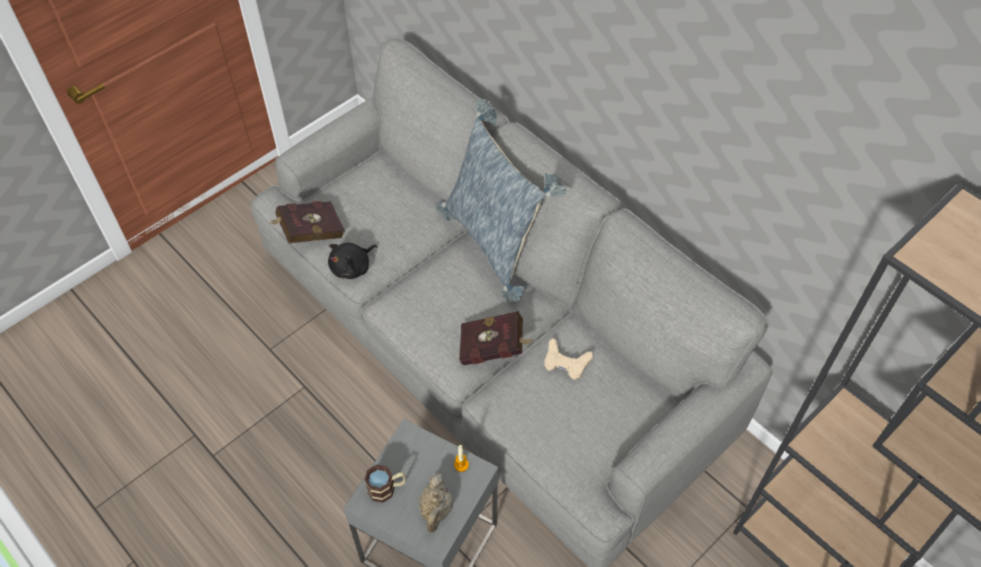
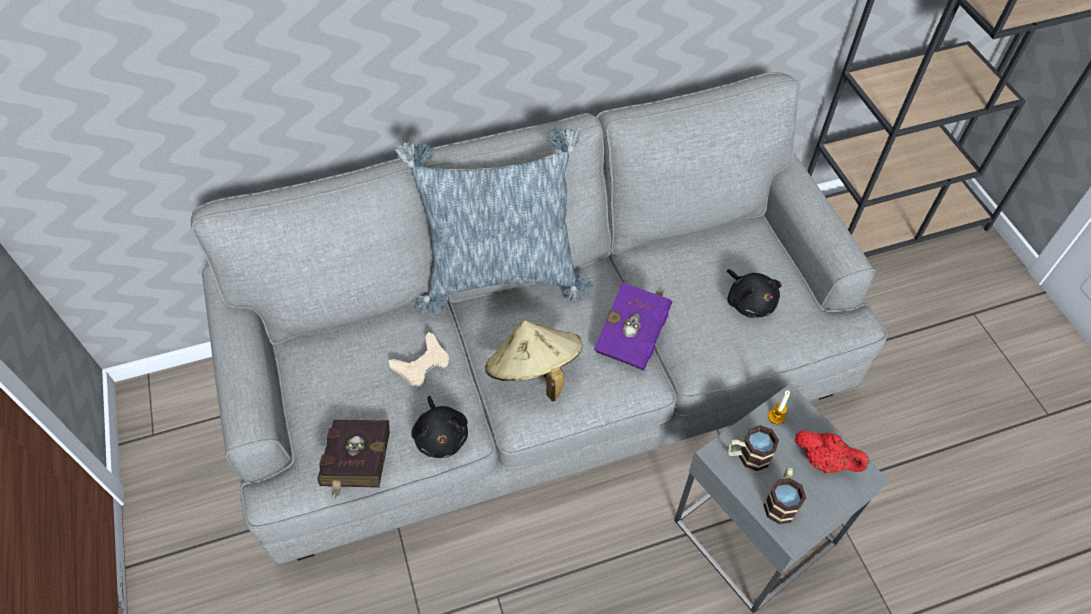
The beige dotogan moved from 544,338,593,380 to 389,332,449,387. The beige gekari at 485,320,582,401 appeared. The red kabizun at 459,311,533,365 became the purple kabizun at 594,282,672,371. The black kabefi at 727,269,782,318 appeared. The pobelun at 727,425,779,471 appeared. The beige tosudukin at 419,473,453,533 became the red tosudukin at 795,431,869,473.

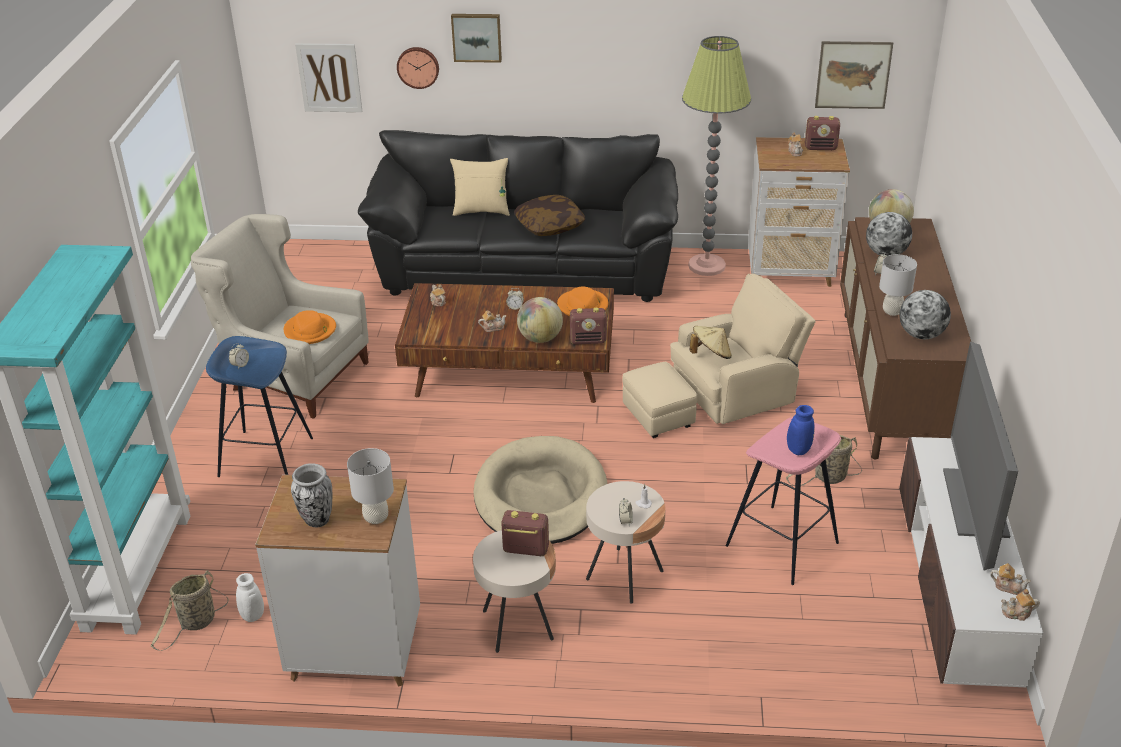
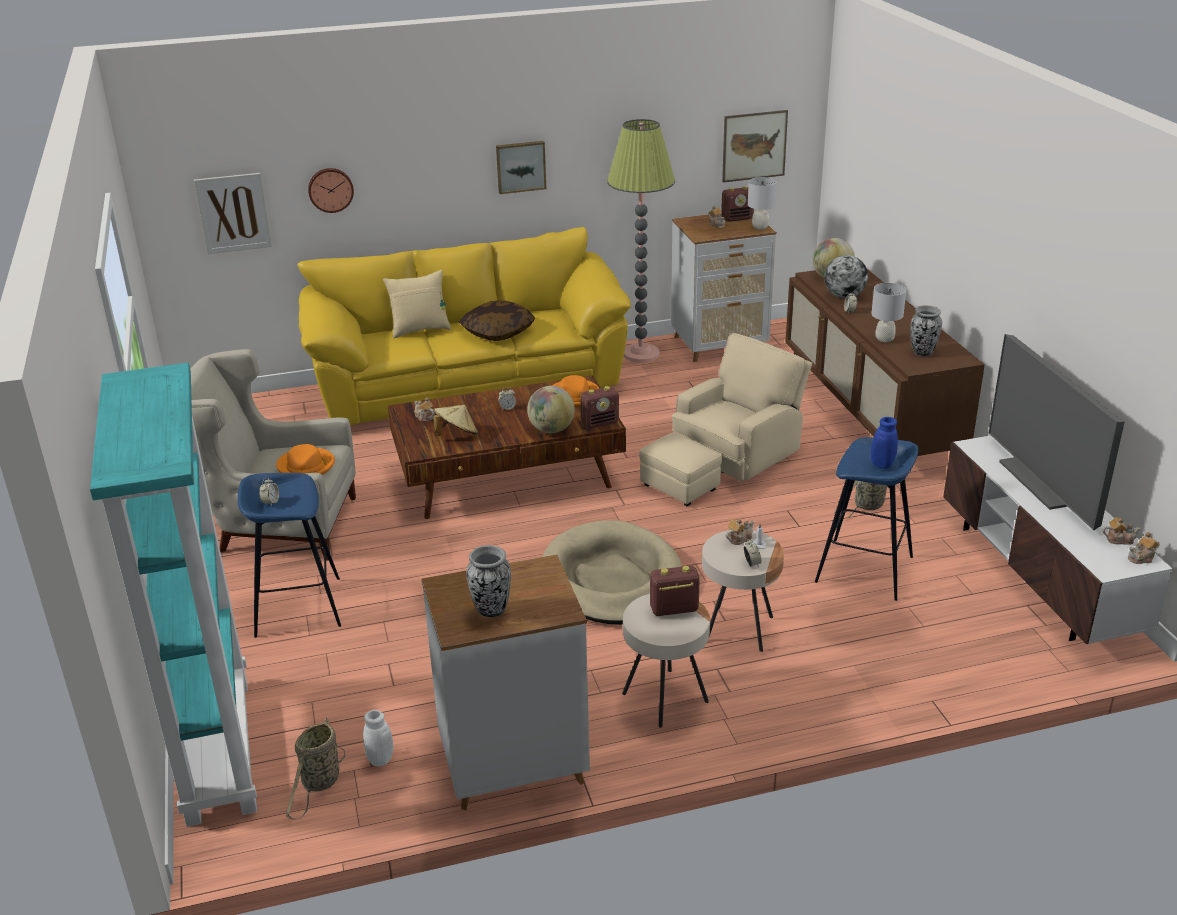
The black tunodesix at 358,130,678,302 became the yellow tunodesix at 297,227,631,425. The beige gekari moved from 690,326,732,359 to 433,405,478,436. The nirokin moved from 451,14,502,63 to 496,141,546,194. The tosudukin moved from 478,311,506,332 to 726,519,754,545. The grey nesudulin moved from 347,448,394,524 to 748,177,776,230. The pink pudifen at 726,417,841,585 became the blue pudifen at 815,437,919,601. The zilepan at 899,290,951,339 was replaced by the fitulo at 911,305,942,356.

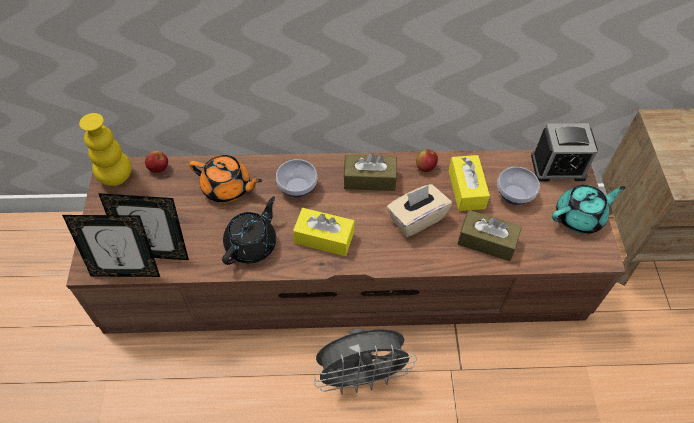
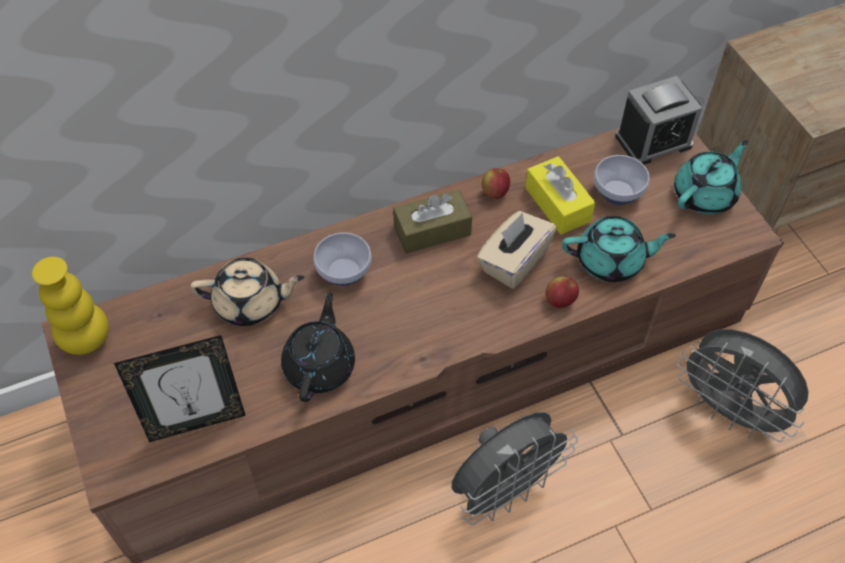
The orange tosudukin at 189,155,262,203 became the beige tosudukin at 190,258,304,326. The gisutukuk moved from 145,151,168,173 to 545,276,579,308. The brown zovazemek at 458,210,522,261 was replaced by the turquoise tosudukin at 562,216,676,282. The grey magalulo at 677,329,809,442 appeared. The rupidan at 62,215,160,277 disappeared. The yellow zovazemek at 293,208,354,256 disappeared.

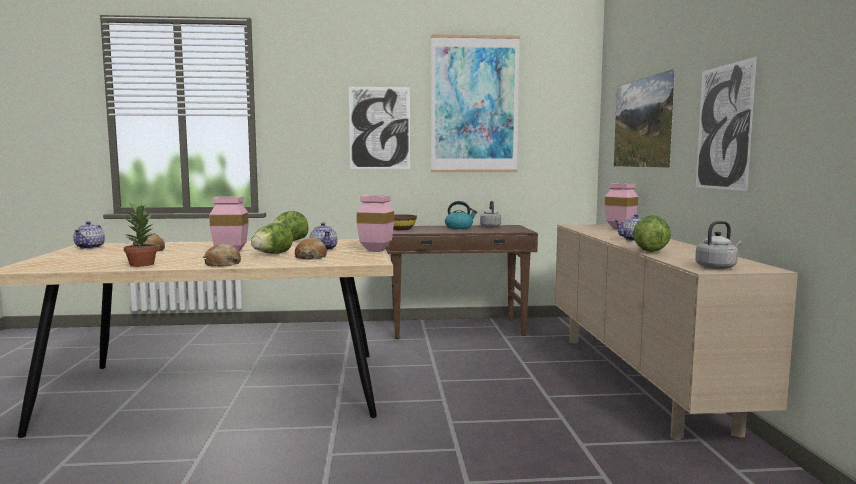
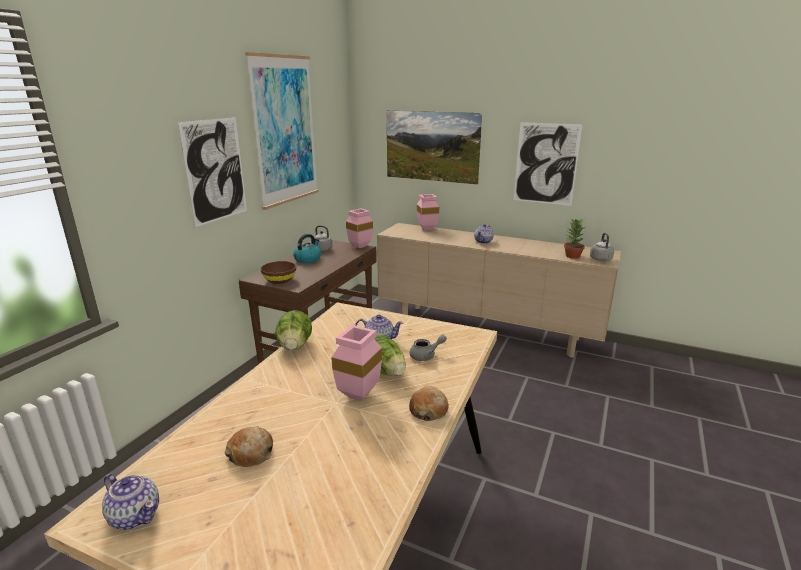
The pink fitulo moved from 356,195,394,252 to 346,208,373,248. The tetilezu at 295,238,327,260 was replaced by the grey tosudukin at 409,335,447,361. The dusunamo moved from 124,203,158,267 to 564,219,586,259. The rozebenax at 633,215,671,252 disappeared.

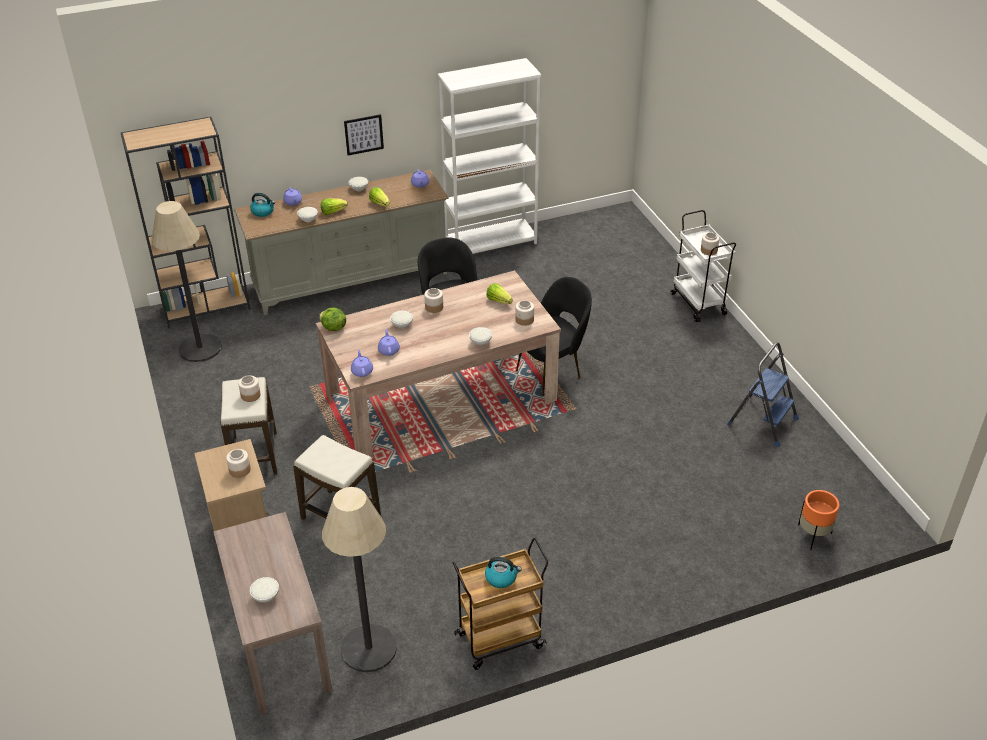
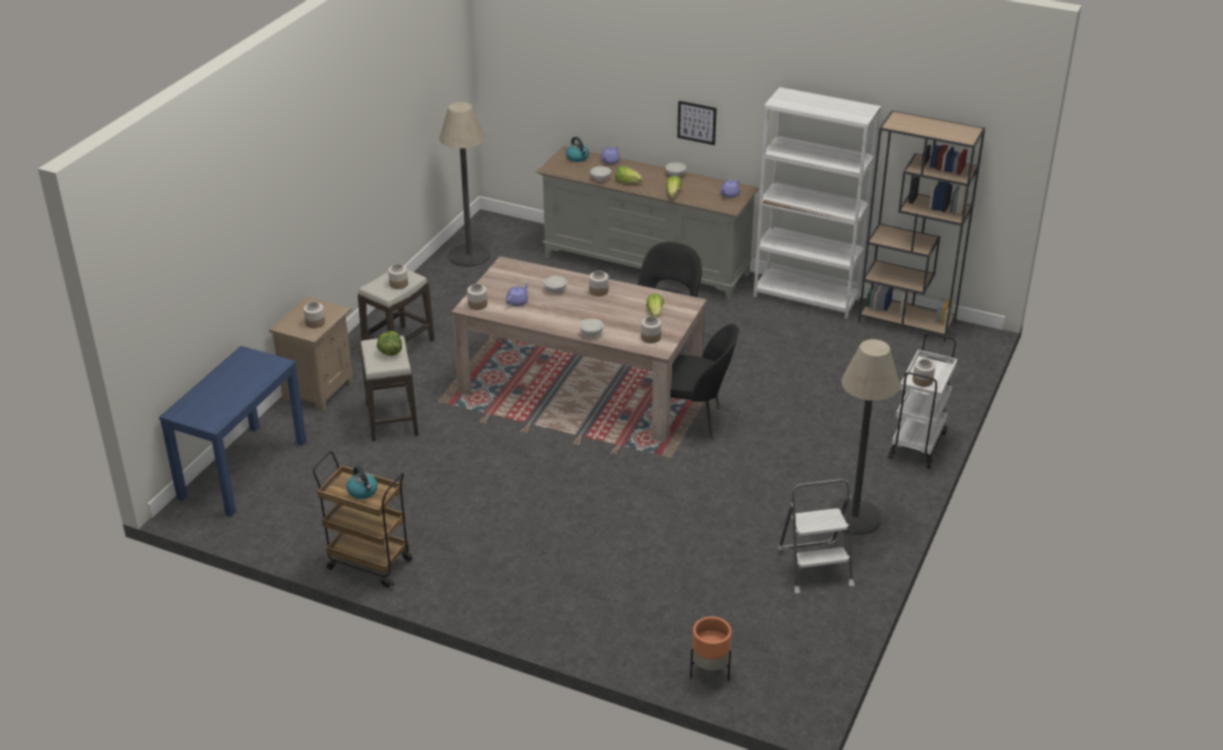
The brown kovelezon at 213,512,333,715 became the blue kovelezon at 159,346,307,517. The rozebenax moved from 319,308,346,331 to 377,331,402,356. The purple tosudukin at 351,349,373,377 was replaced by the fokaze at 467,284,487,310. The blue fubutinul at 727,342,799,447 became the white fubutinul at 778,479,855,593. The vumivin moved from 322,487,397,672 to 830,339,900,535. The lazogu moved from 121,117,250,328 to 858,110,985,342. The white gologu at 250,577,279,603 disappeared.

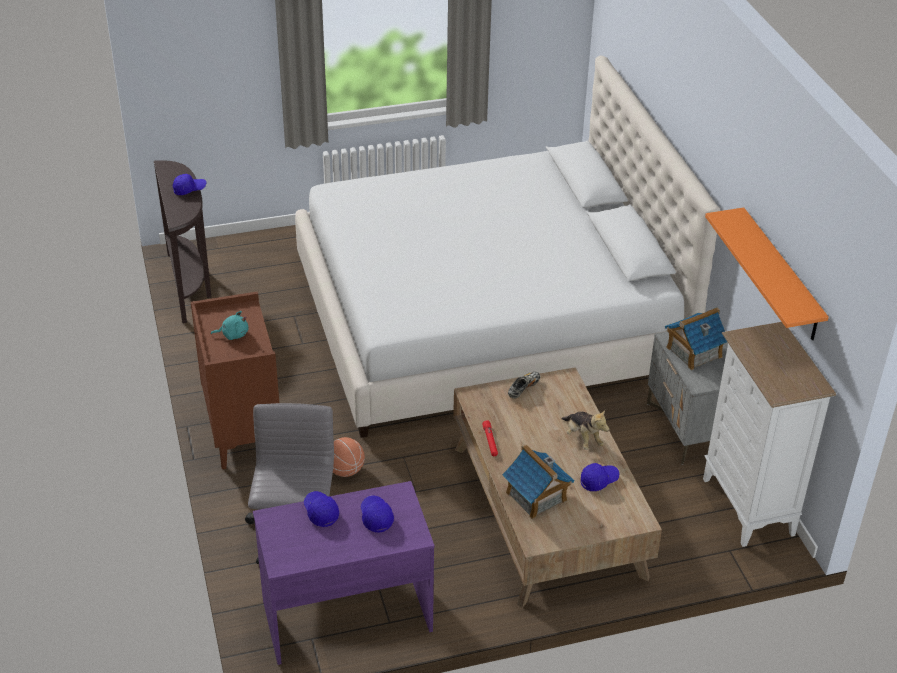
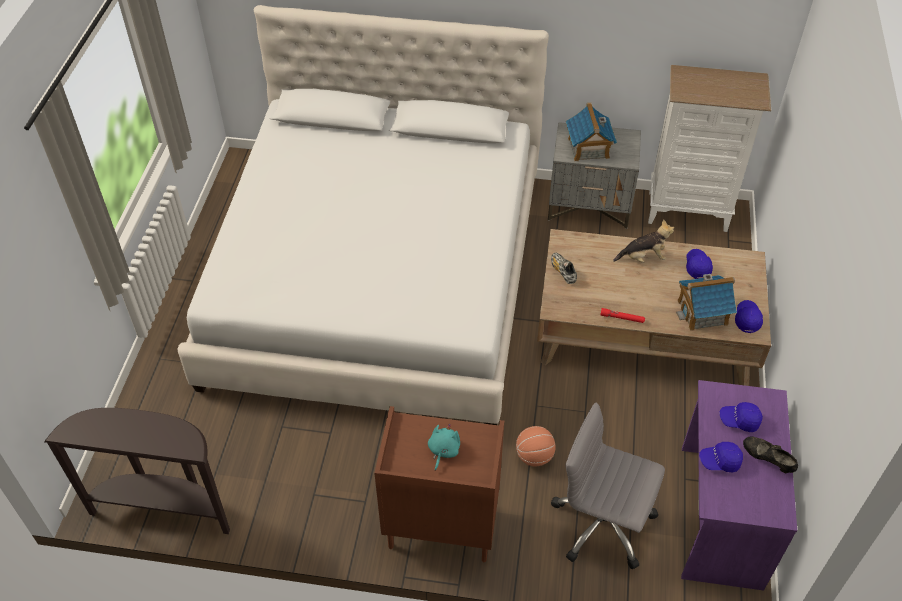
The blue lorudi moved from 173,174,206,195 to 735,300,763,333. The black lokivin at 743,436,798,473 appeared. The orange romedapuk at 705,207,829,340 disappeared.

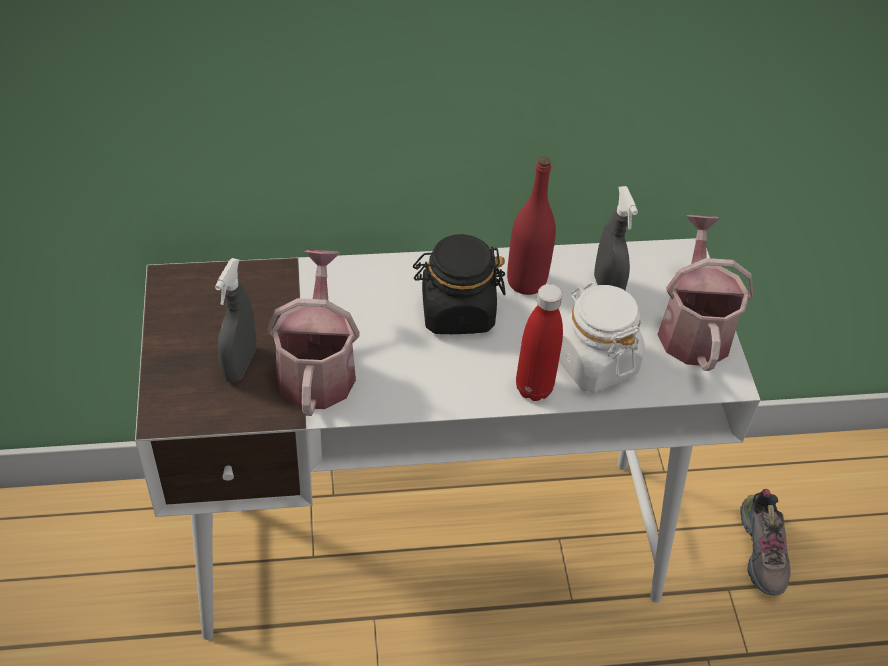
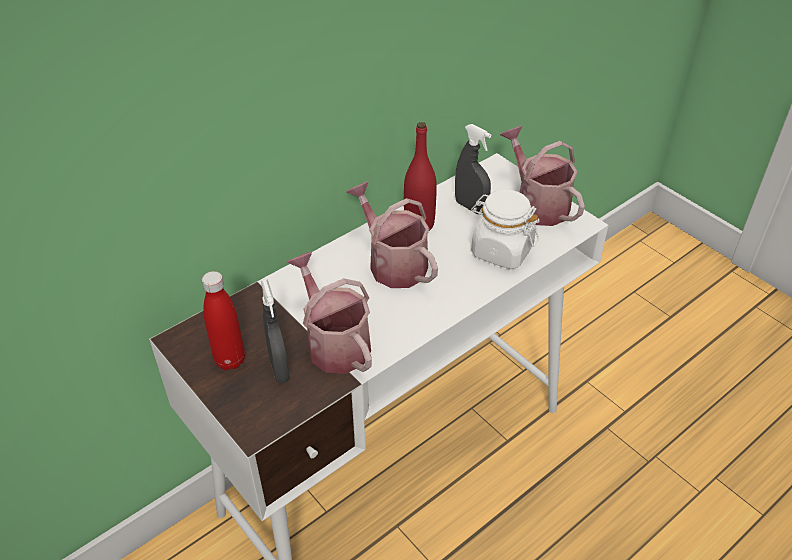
The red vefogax moved from 516,284,563,401 to 202,271,245,370. The black fokaze at 413,234,506,334 was replaced by the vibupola at 346,181,438,288. The lokivin at 740,489,791,595 disappeared.

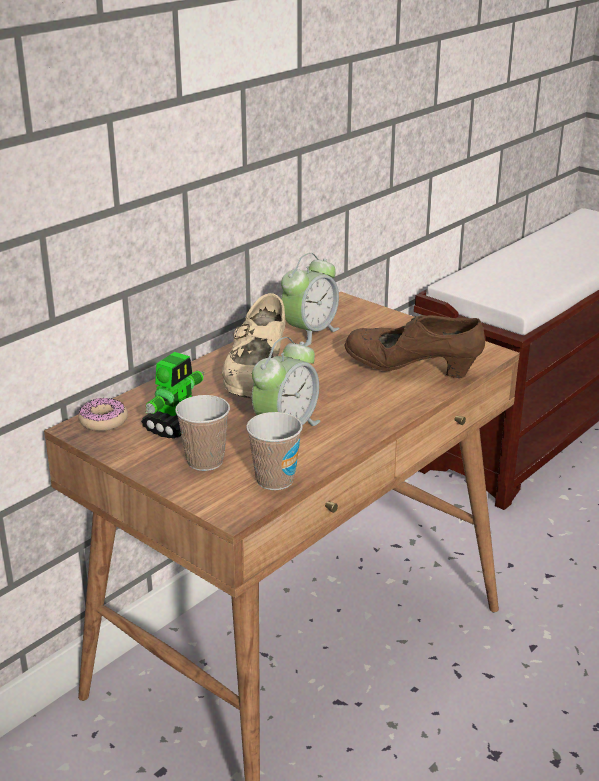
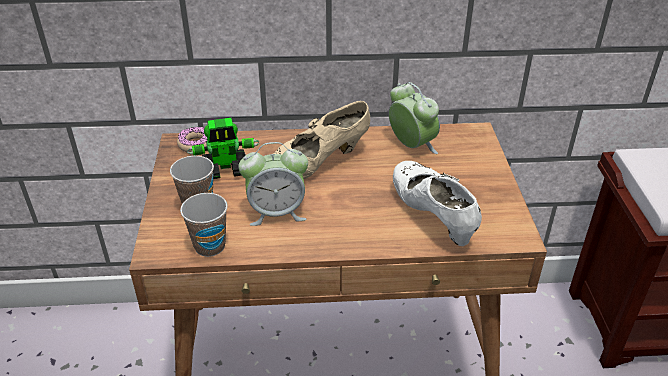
The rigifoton at 281,253,340,346 turned 120 degrees counterclockwise. The brown lokivin at 344,315,485,378 became the white lokivin at 393,161,482,246.

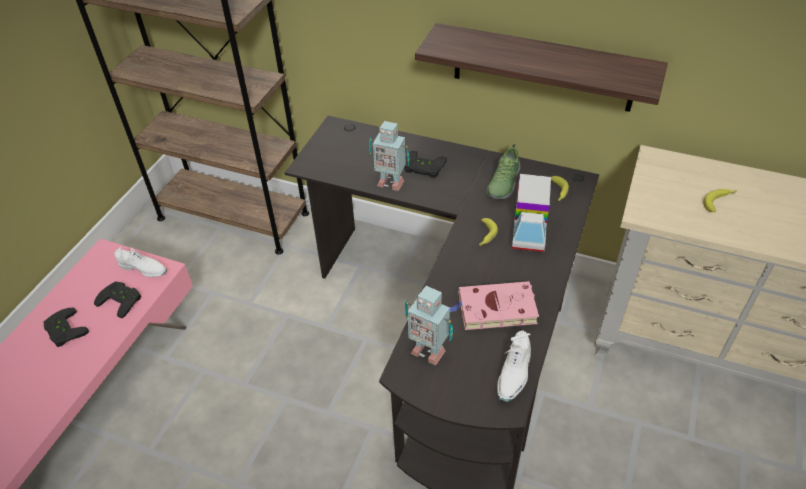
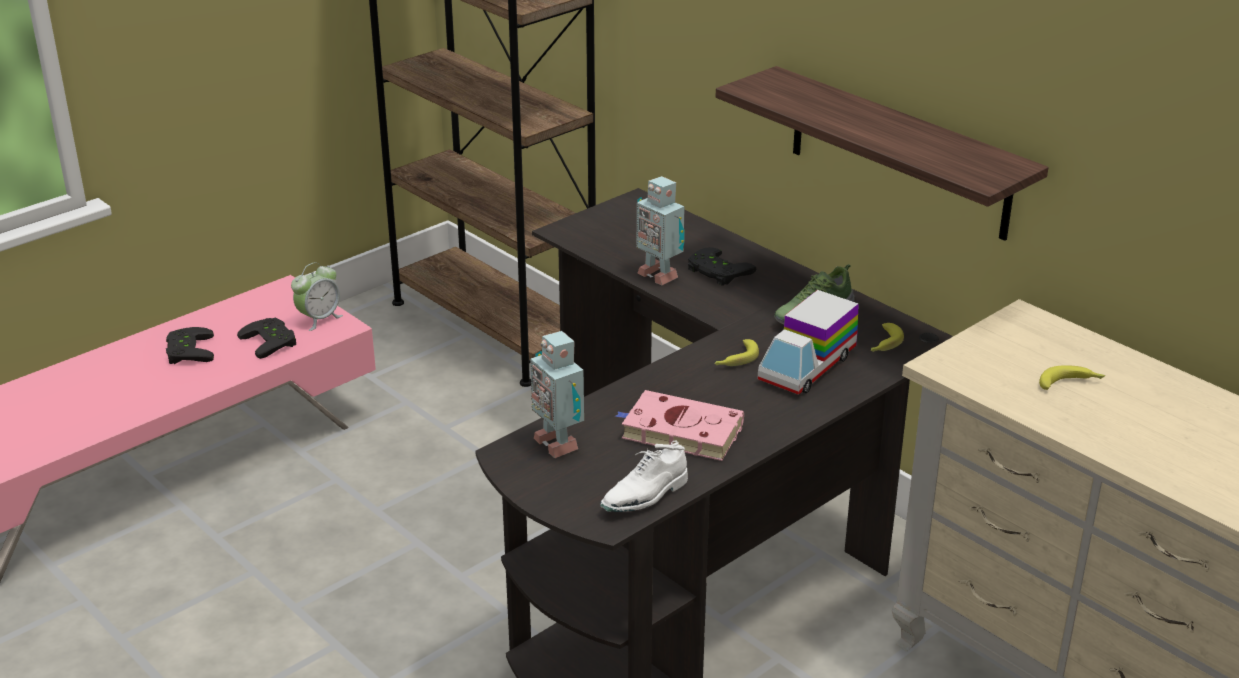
The white lokivin at 114,247,167,277 was replaced by the rigifoton at 291,262,343,331.

